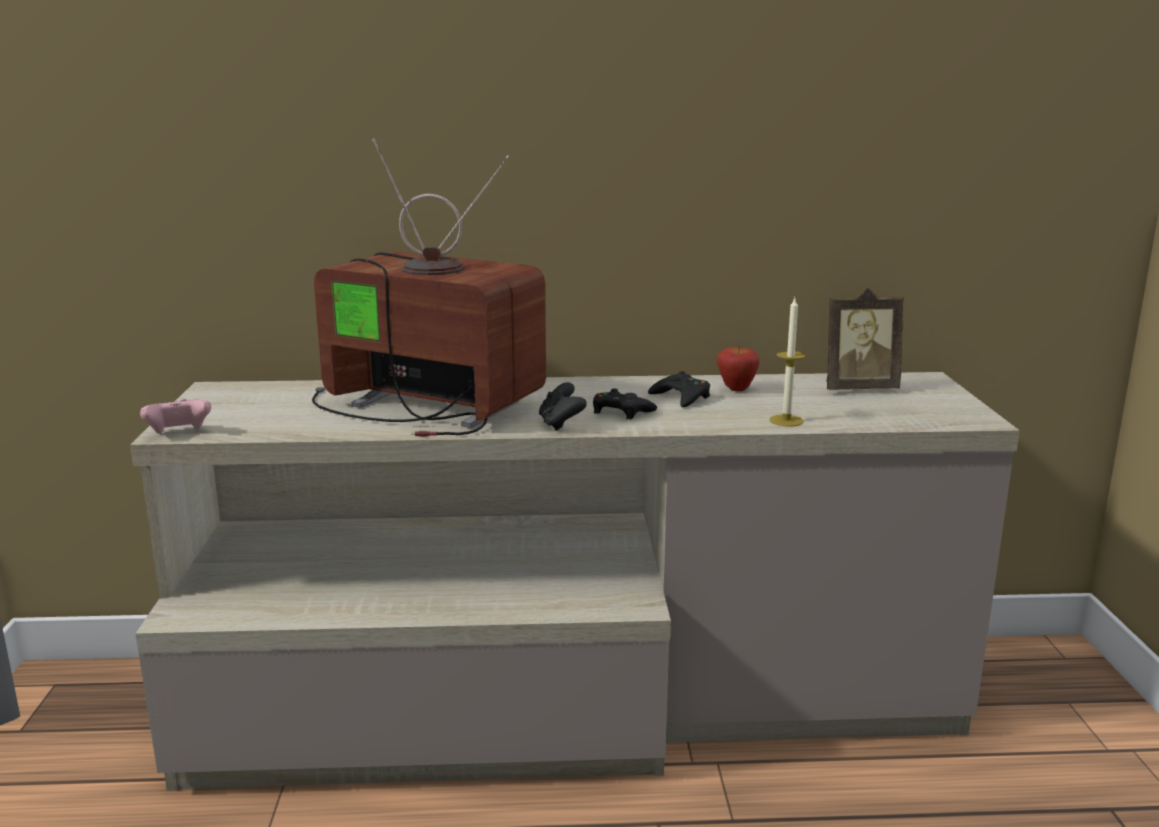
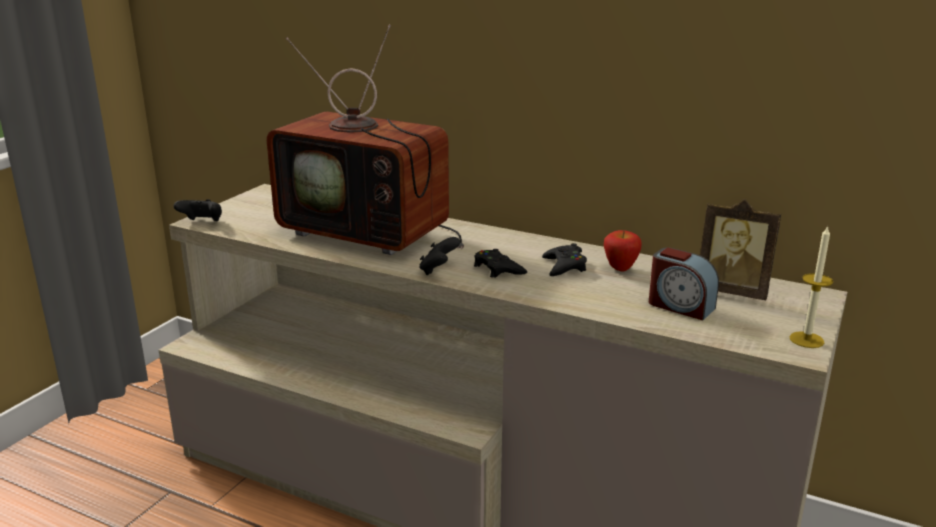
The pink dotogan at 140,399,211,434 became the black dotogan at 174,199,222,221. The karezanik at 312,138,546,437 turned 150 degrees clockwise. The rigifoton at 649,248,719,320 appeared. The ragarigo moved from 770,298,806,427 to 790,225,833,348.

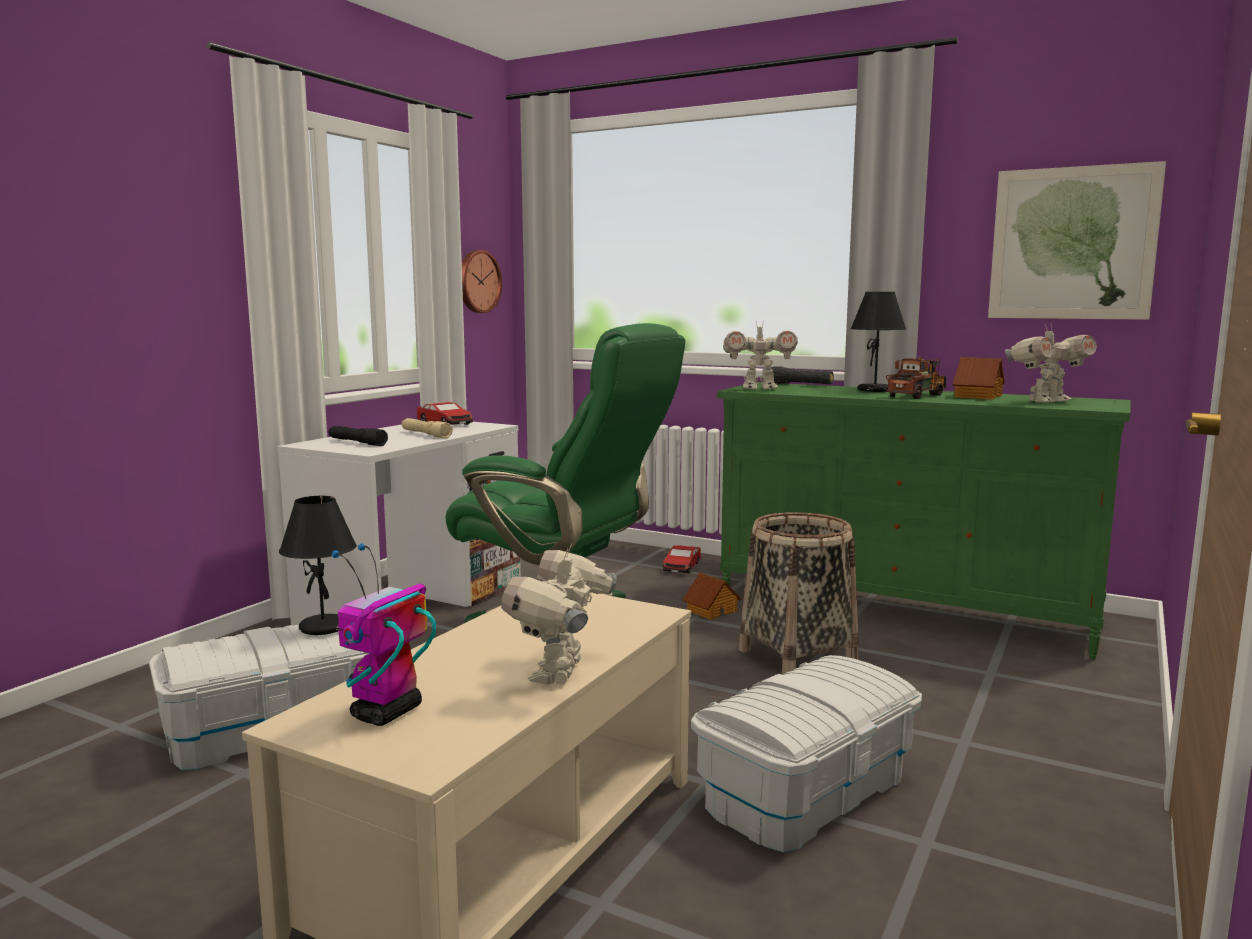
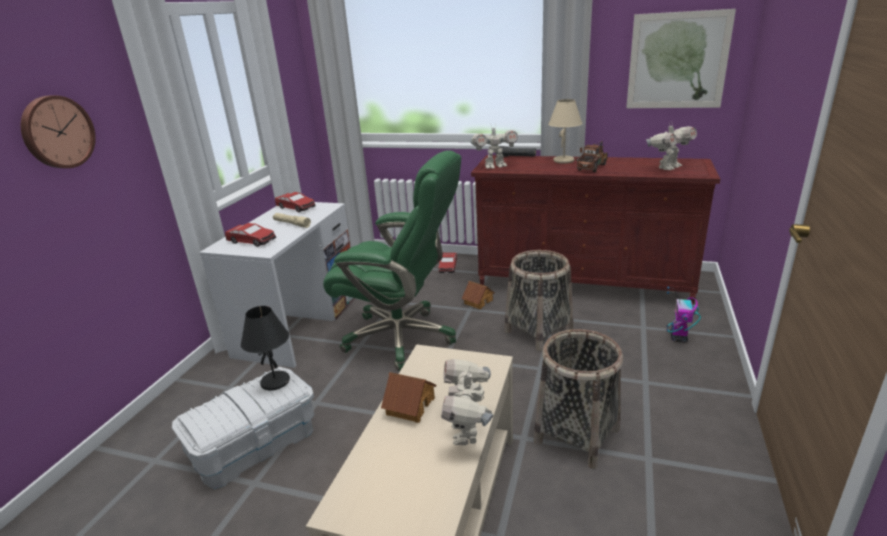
The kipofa moved from 462,250,502,313 to 21,95,96,168. The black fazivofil at 329,426,388,446 was replaced by the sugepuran at 225,223,276,247. The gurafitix moved from 953,357,1005,400 to 381,372,436,423. The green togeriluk at 717,382,1131,660 became the red togeriluk at 471,155,720,305. The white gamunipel at 691,655,922,853 was replaced by the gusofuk at 534,329,623,469. The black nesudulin at 850,292,906,392 became the beige nesudulin at 548,99,583,164. The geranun moved from 331,543,436,726 to 666,287,701,343.

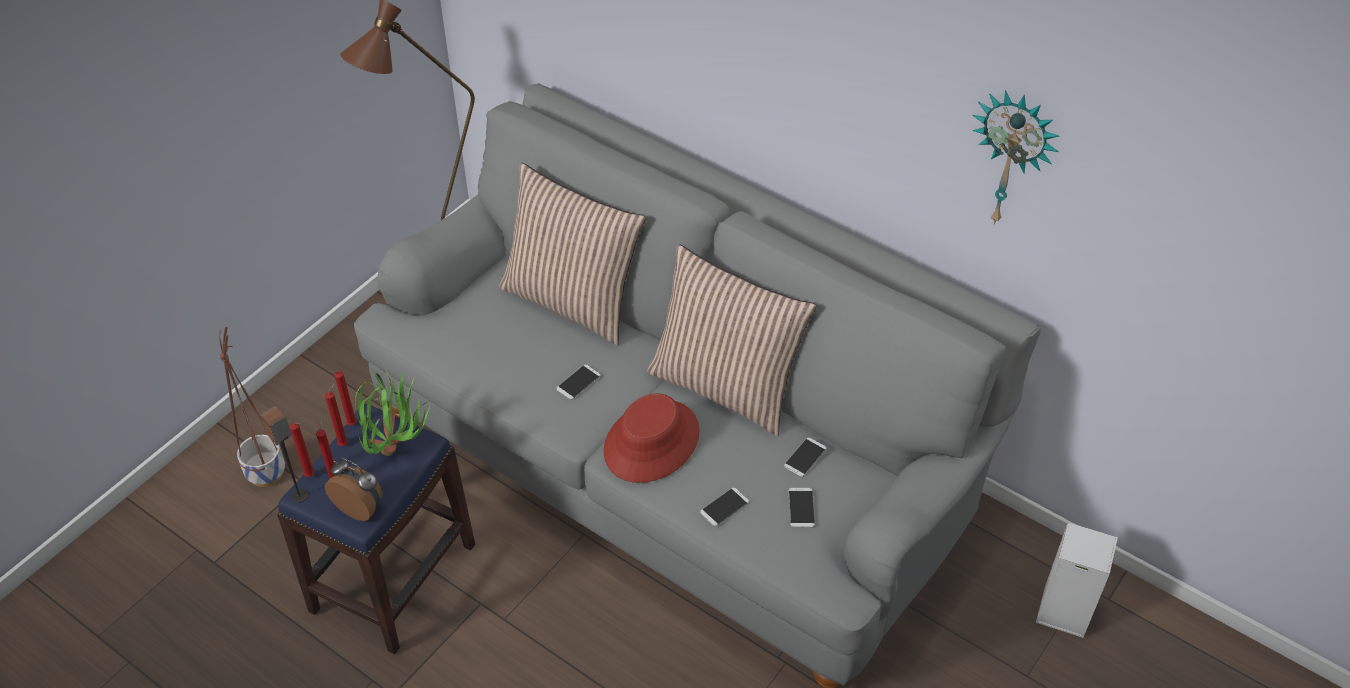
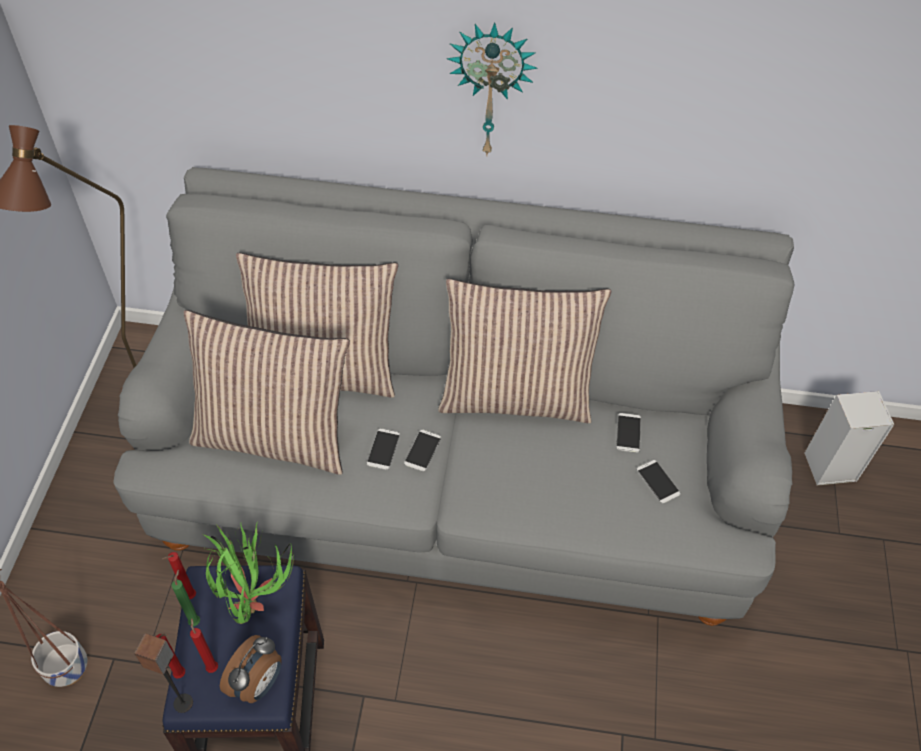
The red ragarigo at 325,383,348,446 became the green ragarigo at 171,570,200,626. The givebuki at 184,310,350,475 appeared. The rigifoton at 325,458,383,521 turned 120 degrees clockwise. The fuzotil moved from 700,487,749,526 to 404,429,441,472. The kipofa moved from 973,90,1059,225 to 447,22,538,157. The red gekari at 604,393,700,483 disappeared.

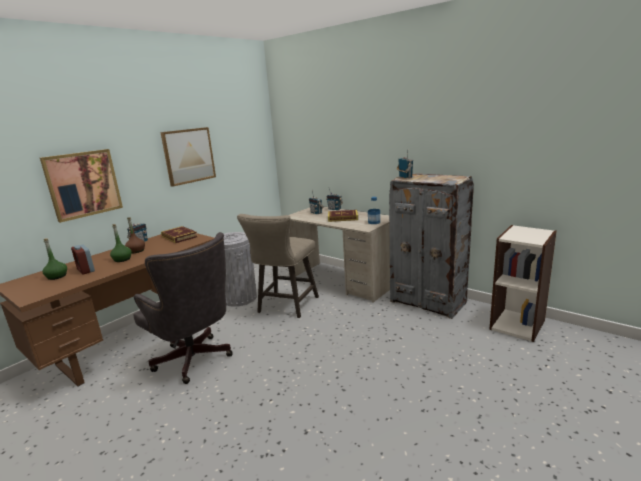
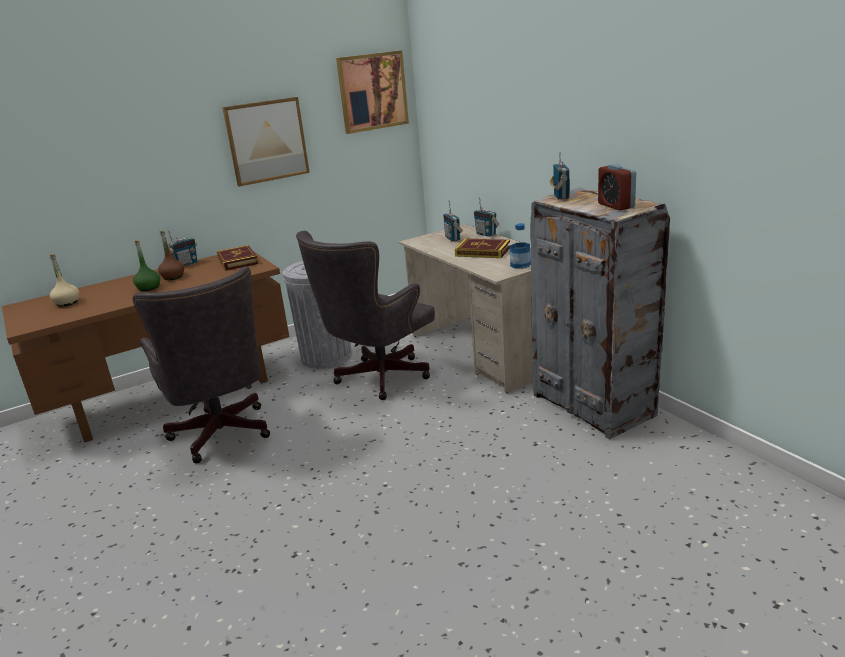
The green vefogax at 42,238,67,280 became the beige vefogax at 50,254,79,307. The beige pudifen at 237,214,319,318 was replaced by the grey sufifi at 296,231,435,400. The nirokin moved from 40,149,123,223 to 336,50,409,134. The rigifoton moved from 71,244,95,275 to 598,164,636,210. The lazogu at 489,225,557,342 disappeared.

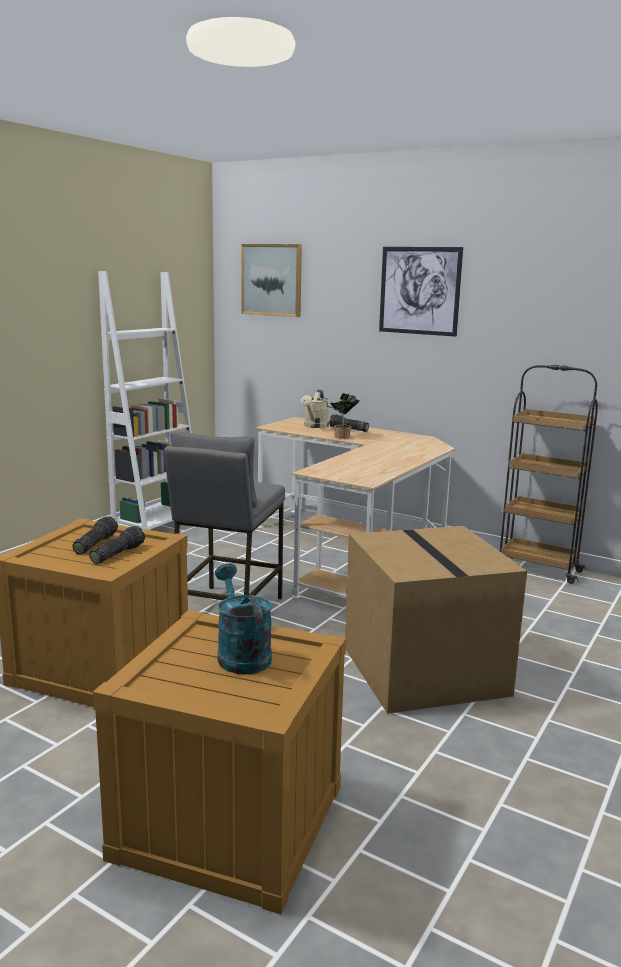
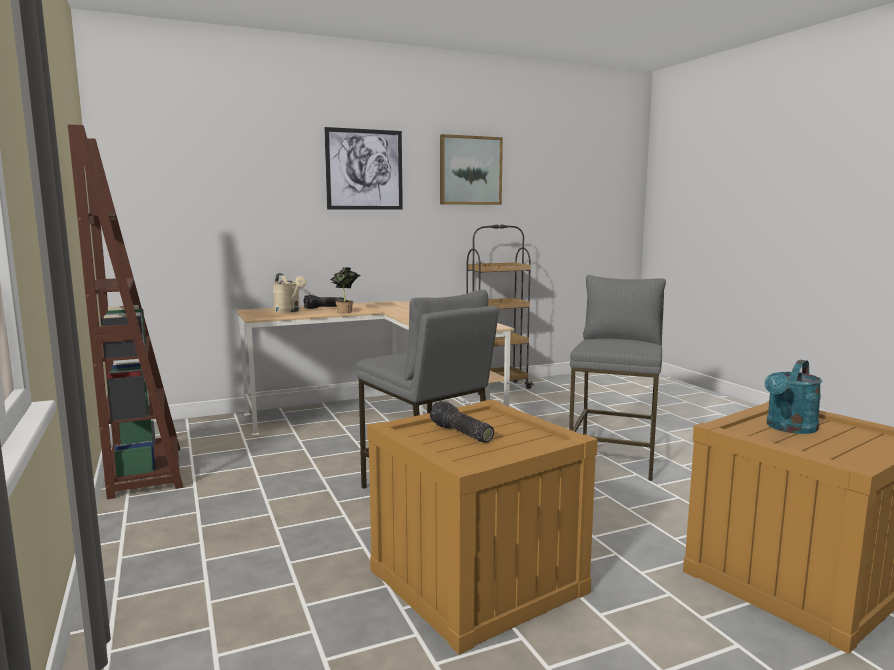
The white lazogu at 98,271,192,530 became the brown lazogu at 68,124,183,499. The nirokin moved from 241,244,302,317 to 440,134,503,205. The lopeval at 345,526,527,714 was replaced by the grey pudifen at 569,275,666,481. The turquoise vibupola at 215,563,272,674 turned 60 degrees counterclockwise. The fazivofil at 89,526,145,564 disappeared.

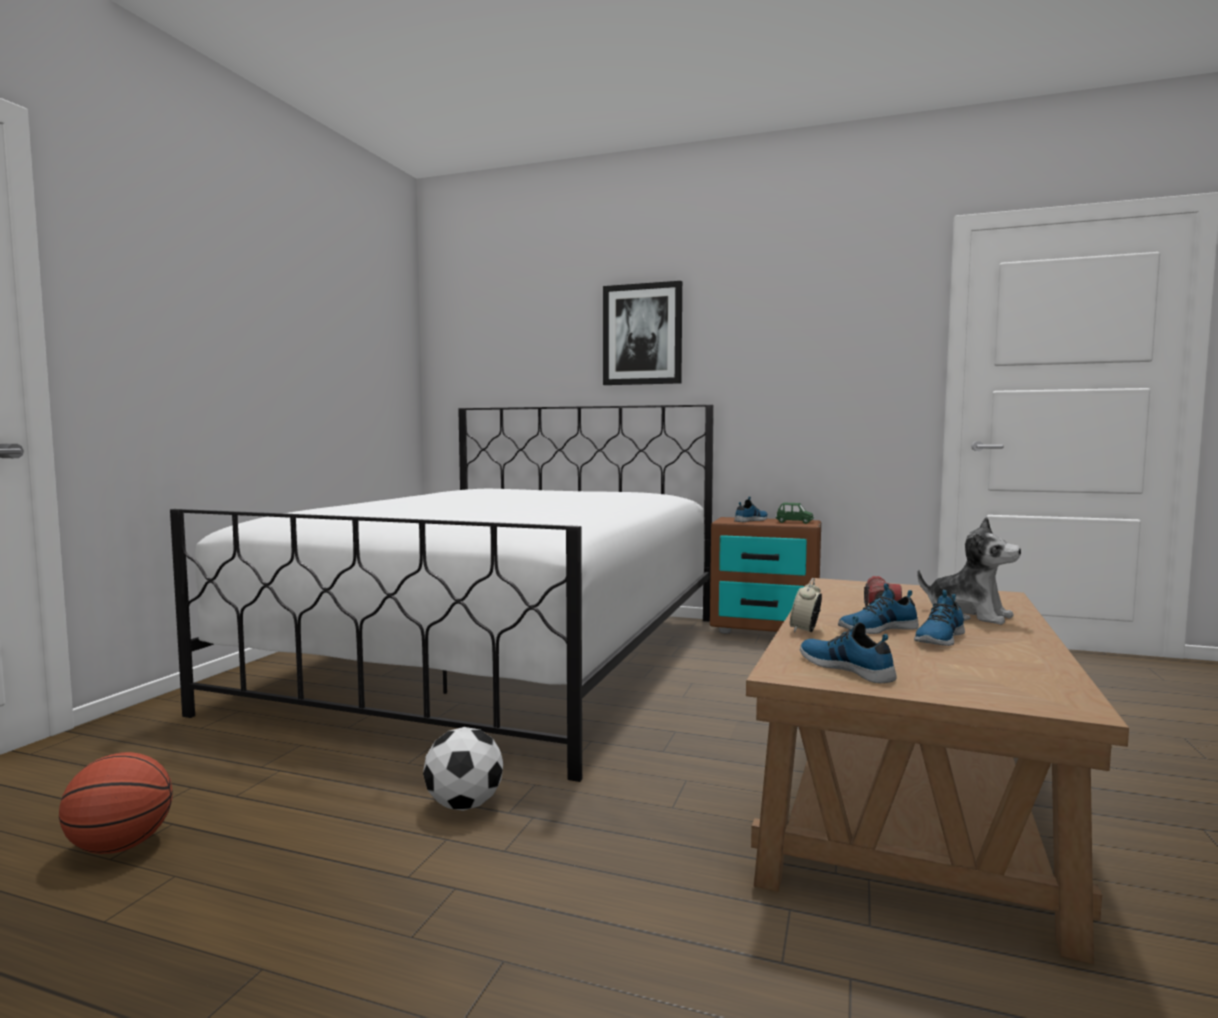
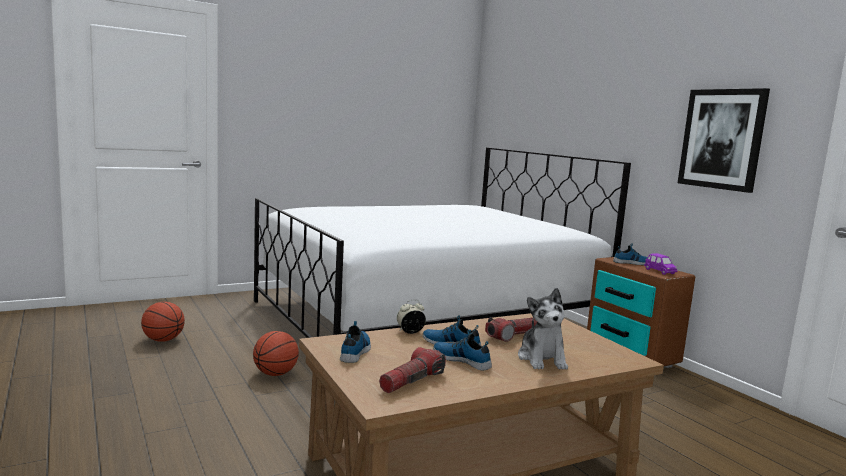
The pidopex at 423,727,503,811 was replaced by the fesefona at 253,331,299,376. The fazivofil at 379,347,446,393 appeared. The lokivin at 914,590,965,646 turned 45 degrees clockwise. The green sugepuran at 776,503,814,524 became the purple sugepuran at 644,253,677,275. The nirokin moved from 603,281,682,385 to 678,88,770,193.

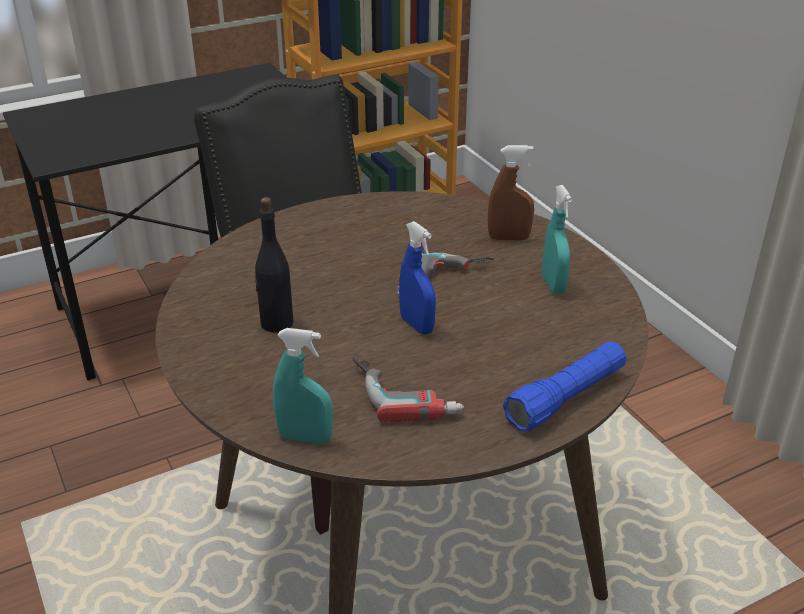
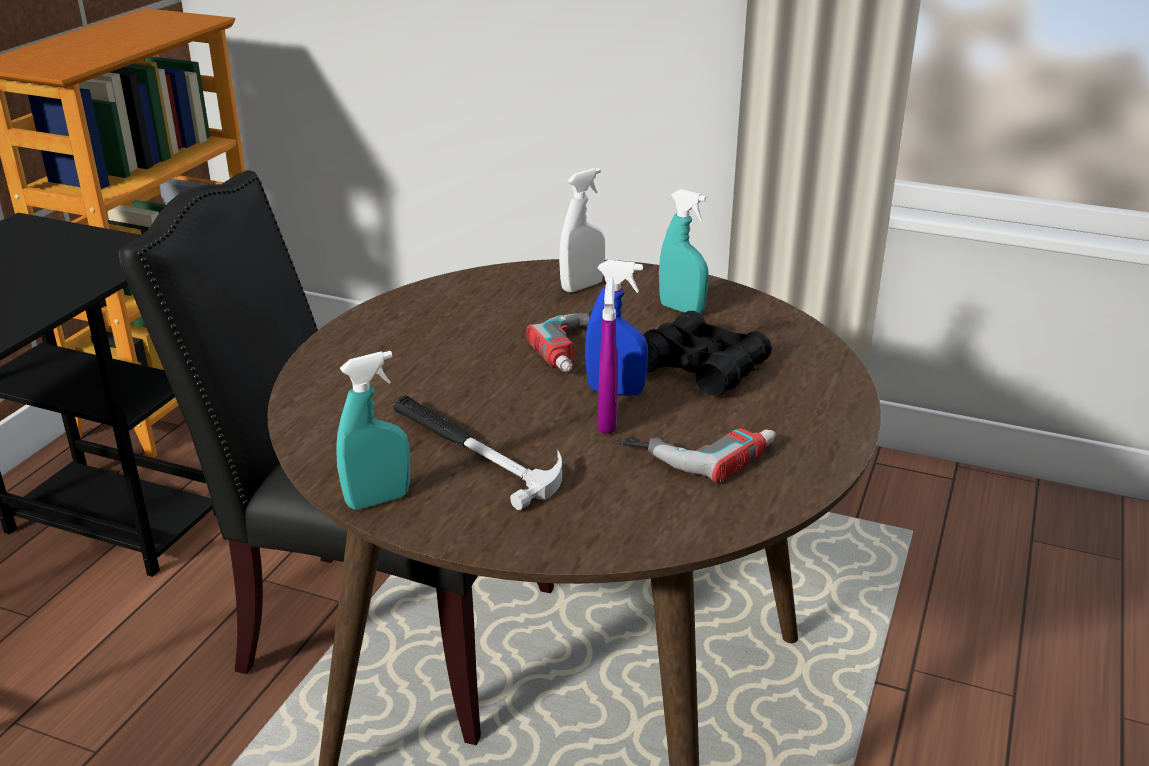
The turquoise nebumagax moved from 273,328,333,444 to 336,351,410,510. The black vefogax at 254,197,293,333 was replaced by the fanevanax at 393,396,562,510. The brown nebumagax at 488,145,534,240 became the white nebumagax at 559,168,605,292. The purple nebumagax at 598,277,618,434 appeared. The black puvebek at 643,311,772,396 appeared. The blue fazivofil at 503,342,626,432 disappeared.

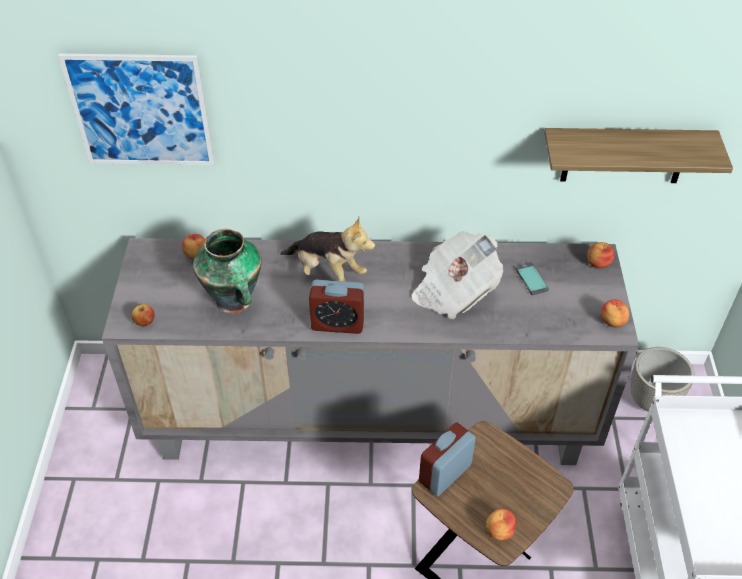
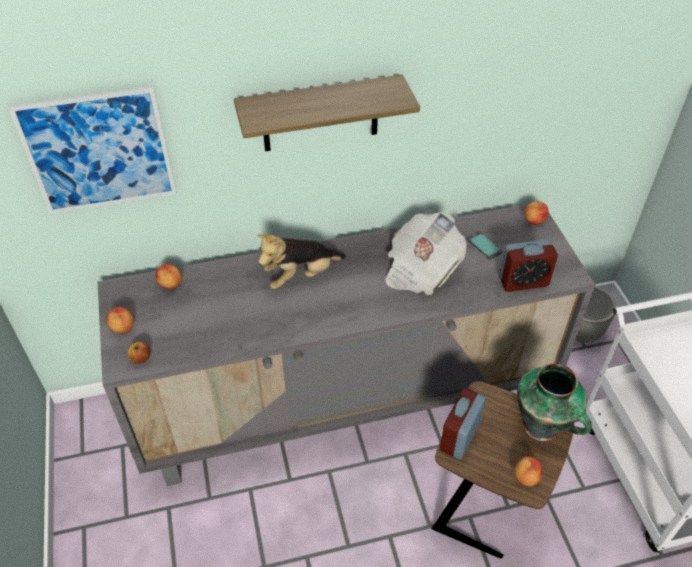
The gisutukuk moved from 600,299,629,328 to 106,307,134,334. The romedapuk moved from 544,128,733,183 to 234,74,420,151. The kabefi at 280,217,375,282 turned 135 degrees clockwise. The rigifoton moved from 309,280,364,334 to 499,239,558,292. The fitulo moved from 193,229,262,314 to 517,363,592,441.

